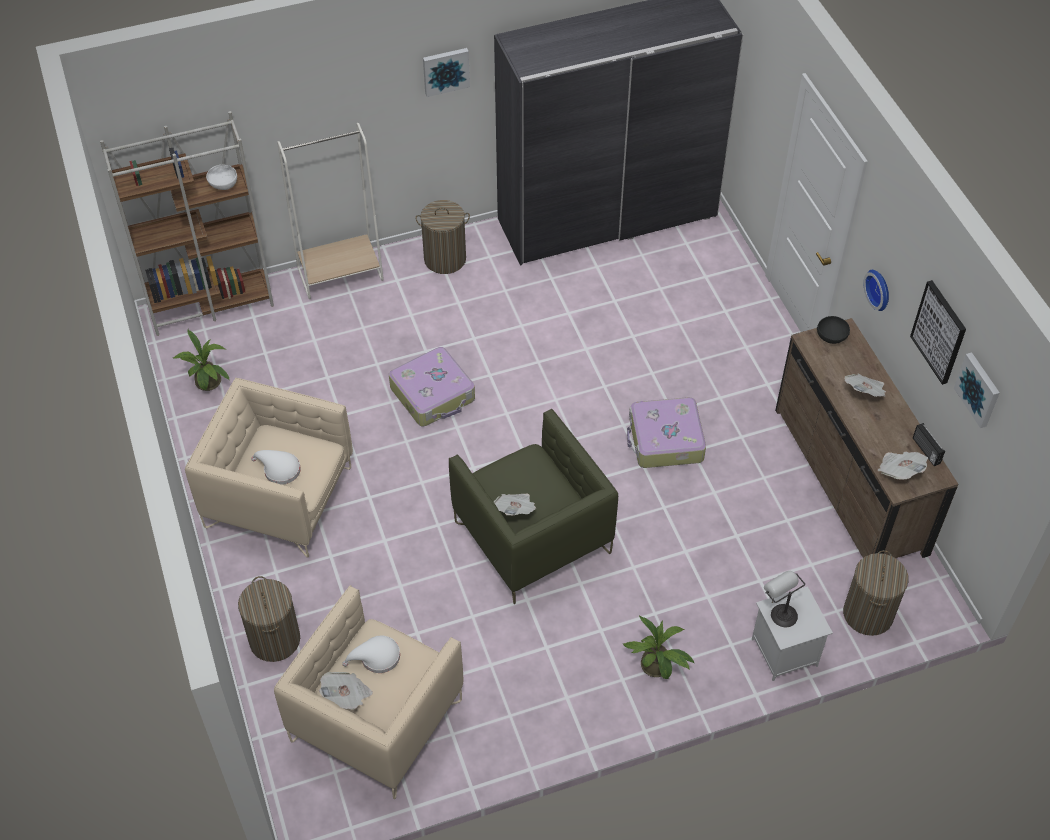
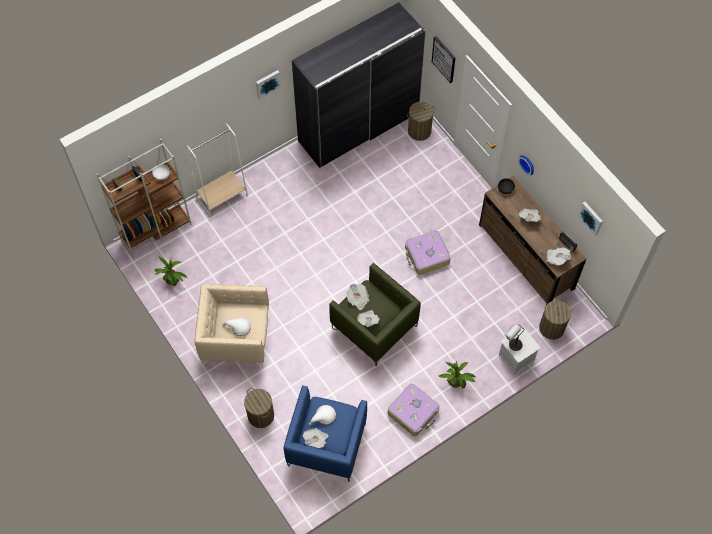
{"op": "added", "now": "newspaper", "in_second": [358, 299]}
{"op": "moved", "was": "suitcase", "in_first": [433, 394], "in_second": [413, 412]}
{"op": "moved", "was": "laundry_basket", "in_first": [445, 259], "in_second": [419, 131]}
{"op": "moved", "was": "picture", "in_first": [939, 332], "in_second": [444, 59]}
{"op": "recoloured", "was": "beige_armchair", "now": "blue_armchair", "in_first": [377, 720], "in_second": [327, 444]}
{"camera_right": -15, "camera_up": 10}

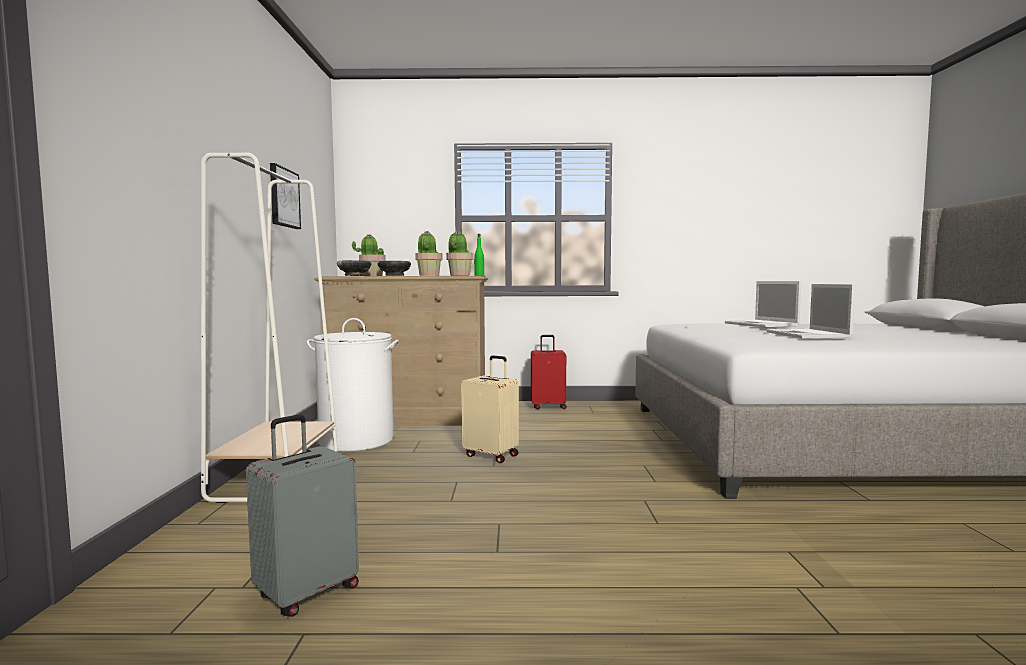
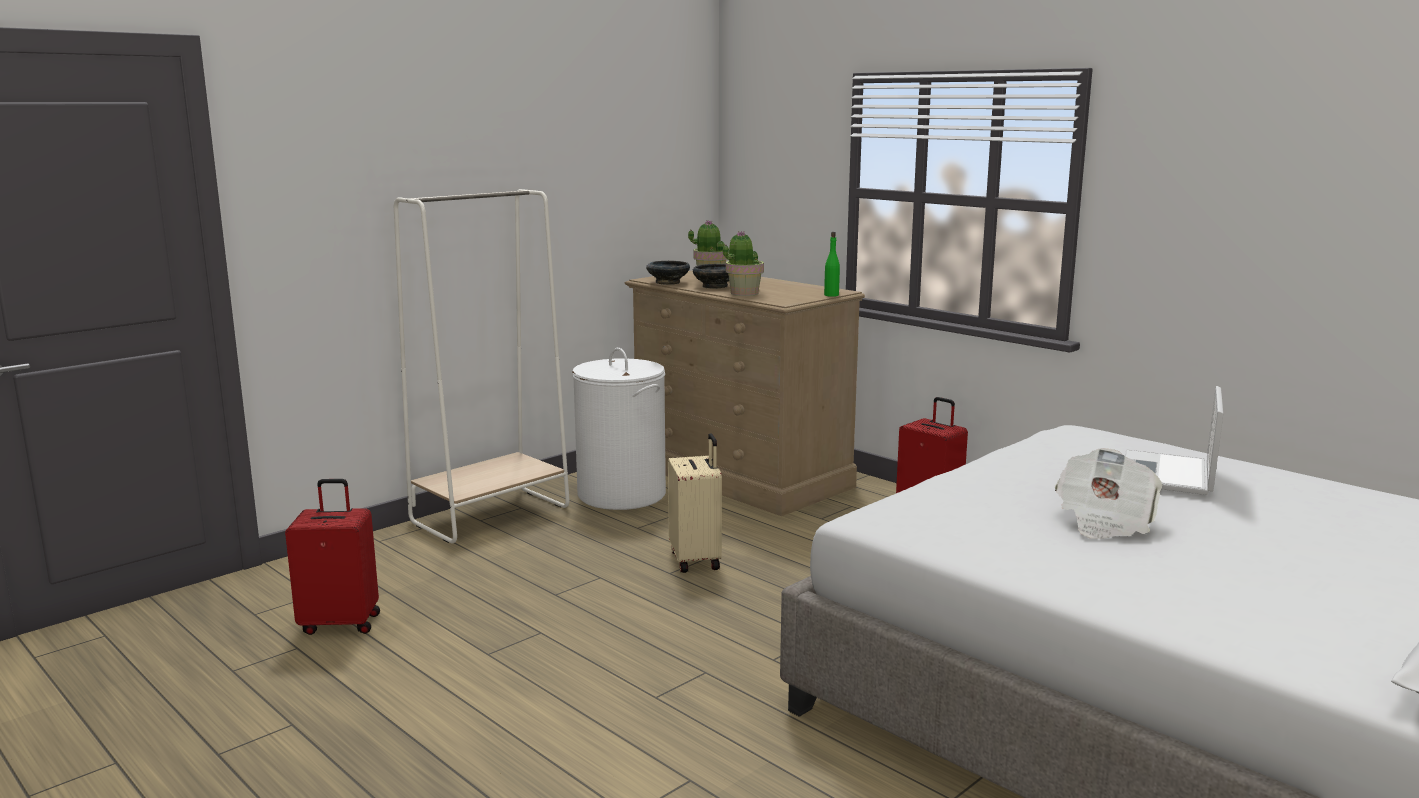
{"op": "removed", "was": "picture", "in_first": [283, 198]}
{"op": "removed", "was": "potted_plant", "in_first": [459, 275]}
{"op": "replaced", "was": "laptop", "now": "newspaper", "in_first": [808, 335], "in_second": [1104, 521]}
{"op": "recoloured", "was": "grey_suitcase", "now": "red_suitcase", "in_first": [307, 592], "in_second": [341, 623]}
{"camera_right": 45, "camera_up": 10}

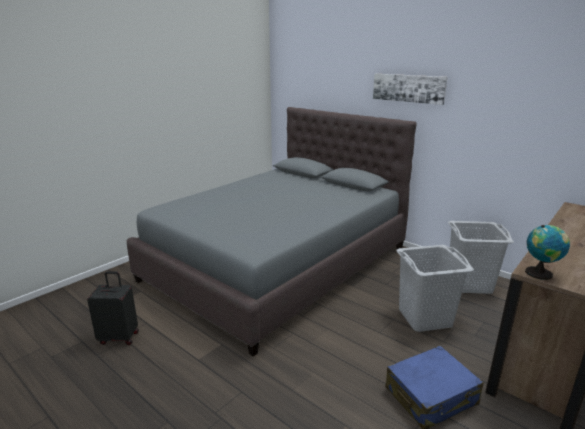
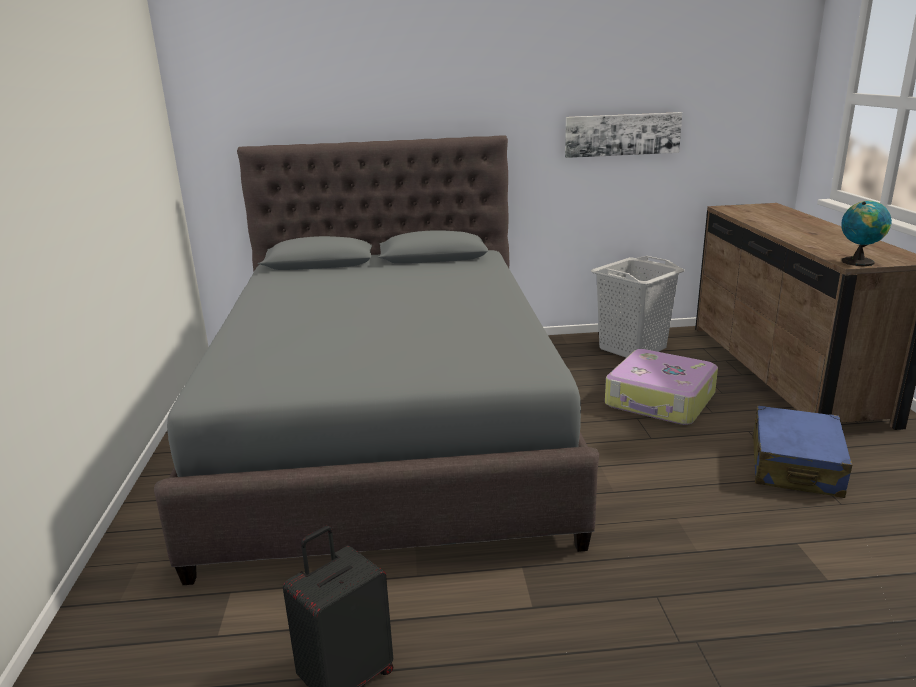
{"op": "moved", "was": "picture", "in_first": [408, 88], "in_second": [622, 134]}
{"op": "replaced", "was": "grey_laundry_basket", "now": "suitcase", "in_first": [425, 318], "in_second": [660, 400]}
{"camera_right": -45, "camera_up": 0}

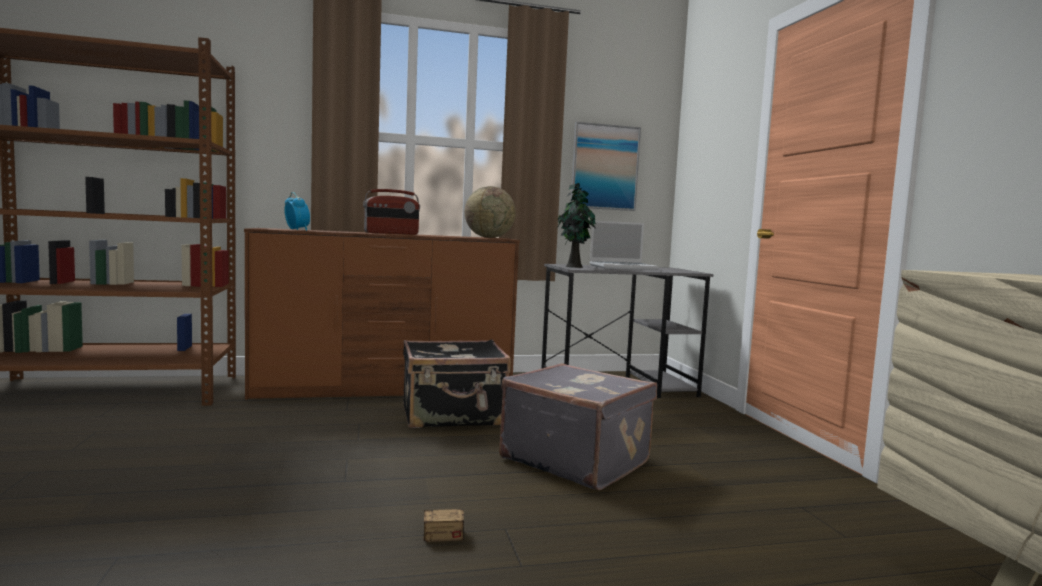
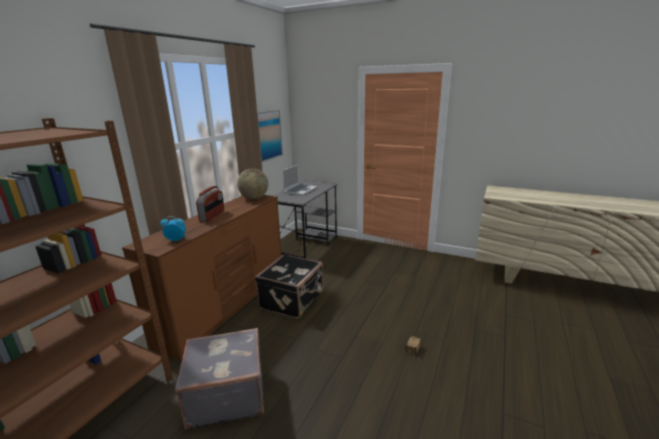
{"op": "removed", "was": "potted_plant", "in_first": [573, 266]}
{"op": "moved", "was": "grey_suitcase", "in_first": [576, 460], "in_second": [226, 394]}
{"camera_right": -50, "camera_up": 15}

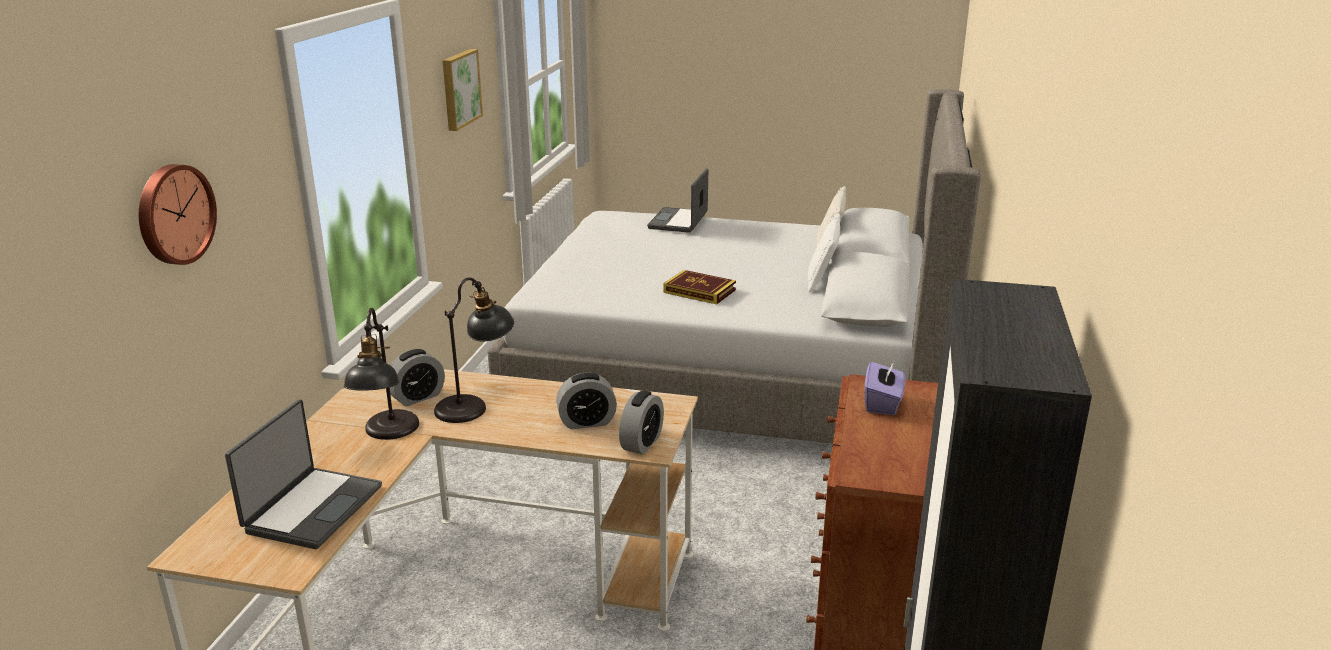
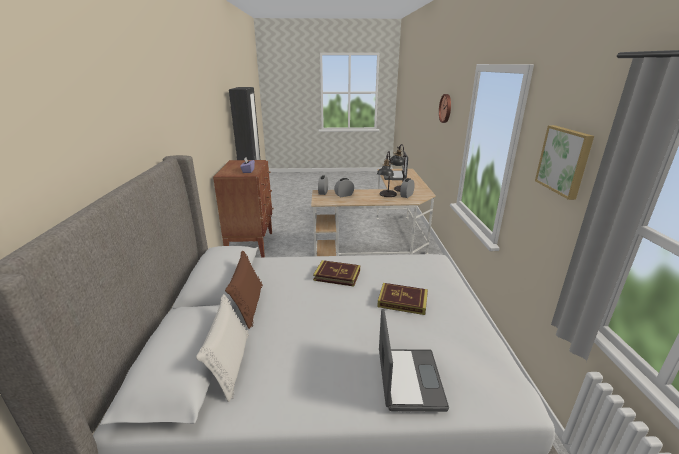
{"op": "added", "now": "book", "in_second": [402, 301]}
{"op": "recoloured", "was": "white_pillow", "now": "brown_pillow", "in_first": [822, 277], "in_second": [248, 305]}
{"camera_right": 165, "camera_up": 0}

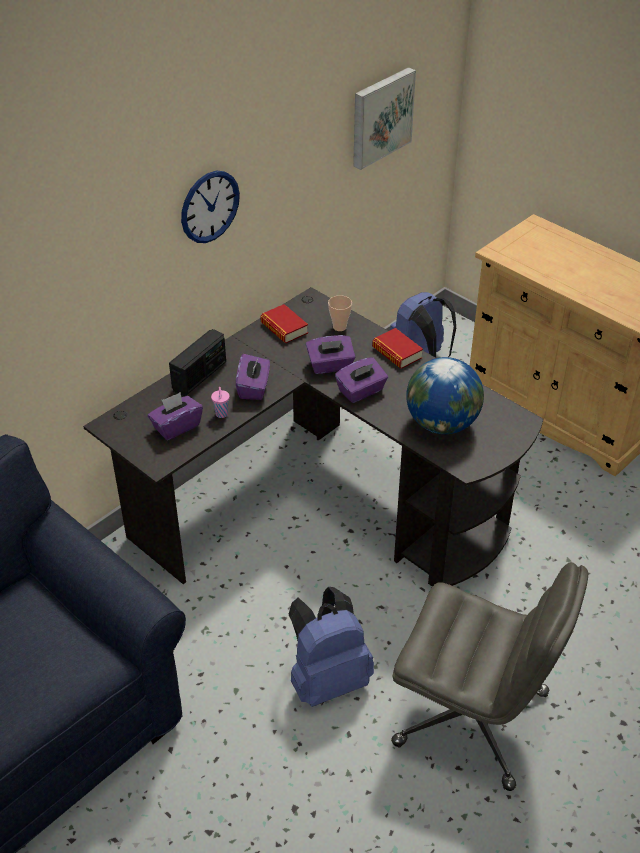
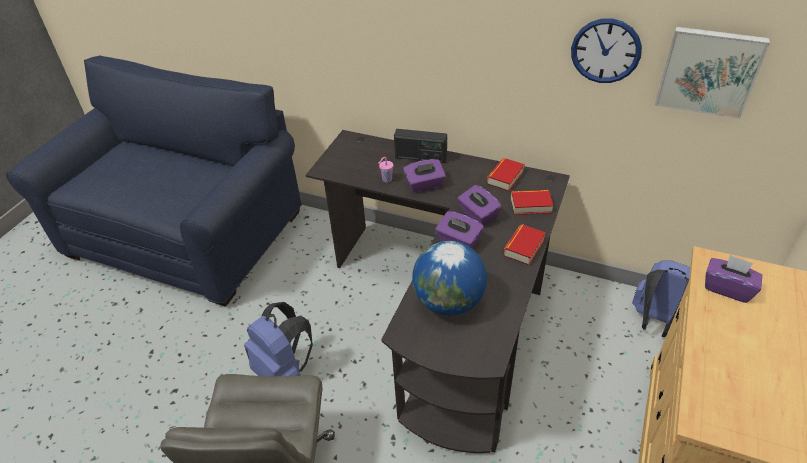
{"op": "moved", "was": "purple_tissue_box", "in_first": [176, 426], "in_second": [727, 288]}
{"op": "moved", "was": "wall_clock", "in_first": [209, 206], "in_second": [605, 51]}
{"op": "replaced", "was": "cup", "now": "book", "in_first": [339, 327], "in_second": [530, 205]}
{"camera_right": 70, "camera_up": 0}

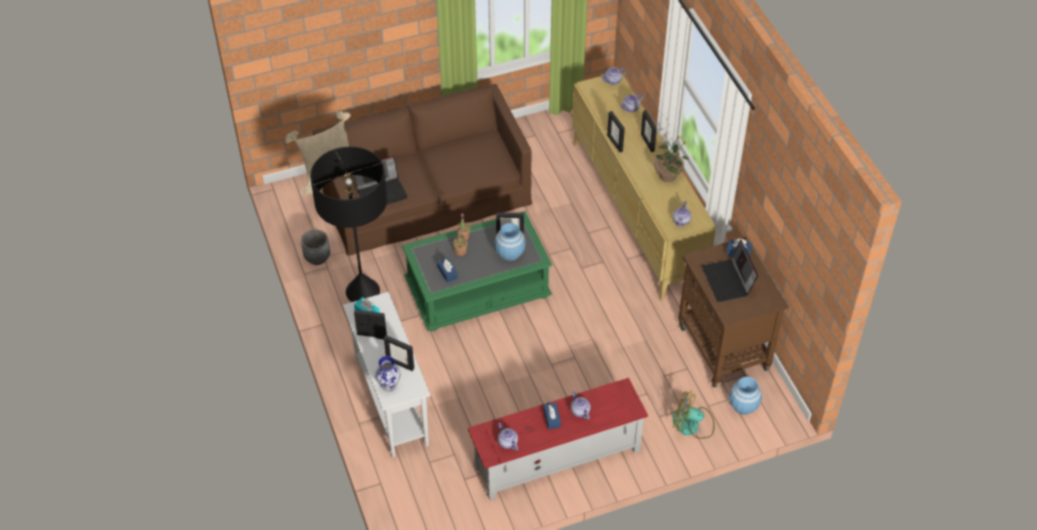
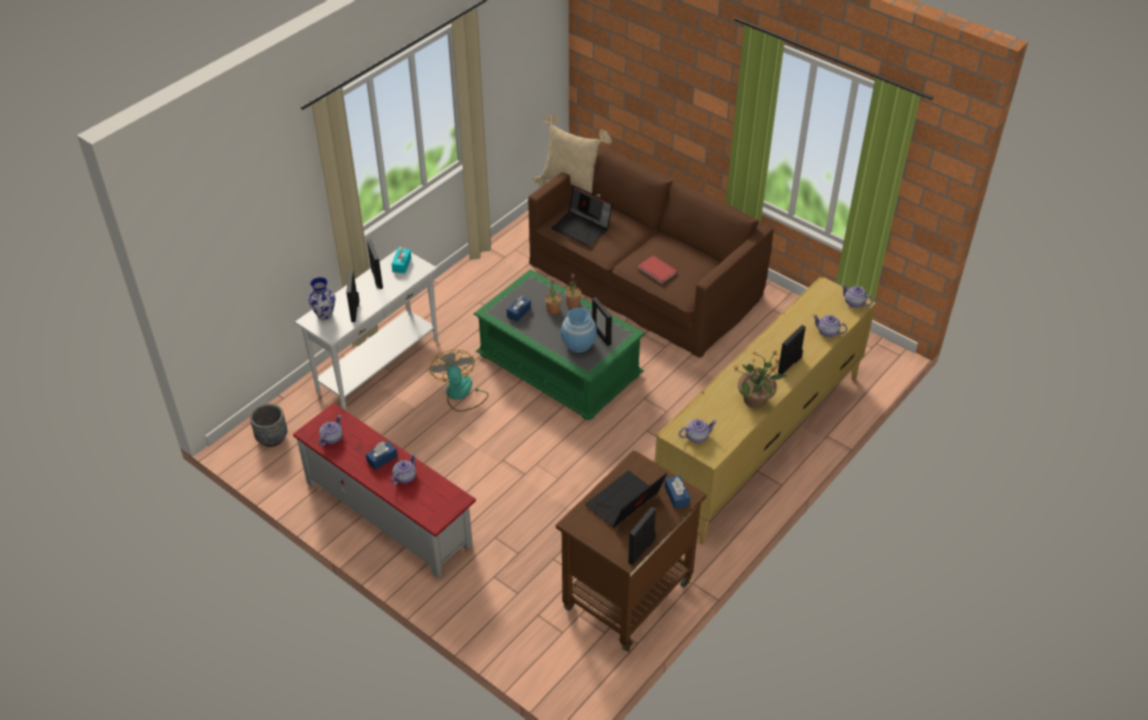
{"op": "removed", "was": "black_floor_lamp", "in_first": [363, 294]}
{"op": "removed", "was": "blue_vase", "in_first": [743, 405]}
{"op": "added", "now": "red_book", "in_second": [656, 271]}
{"op": "moved", "was": "grey_planter", "in_first": [317, 258], "in_second": [272, 438]}
{"op": "moved", "was": "picture_frame", "in_first": [615, 143], "in_second": [641, 551]}
{"op": "moved", "was": "fan", "in_first": [692, 425], "in_second": [461, 394]}
{"camera_right": 60, "camera_up": -5}

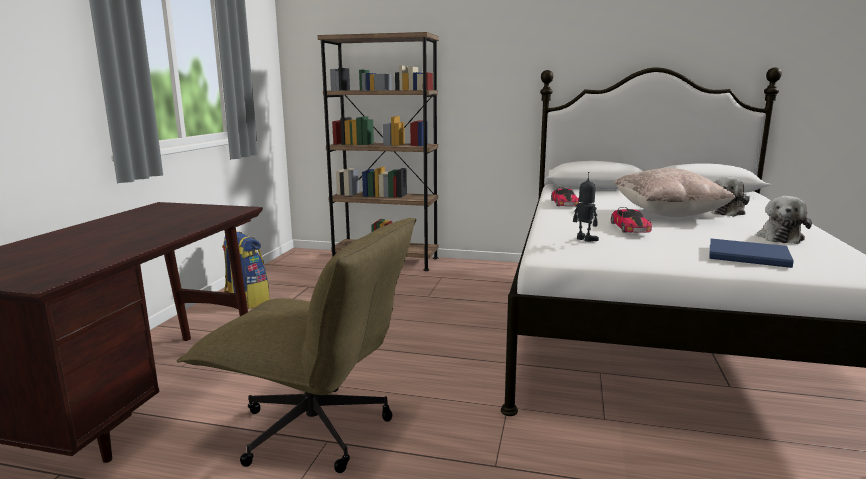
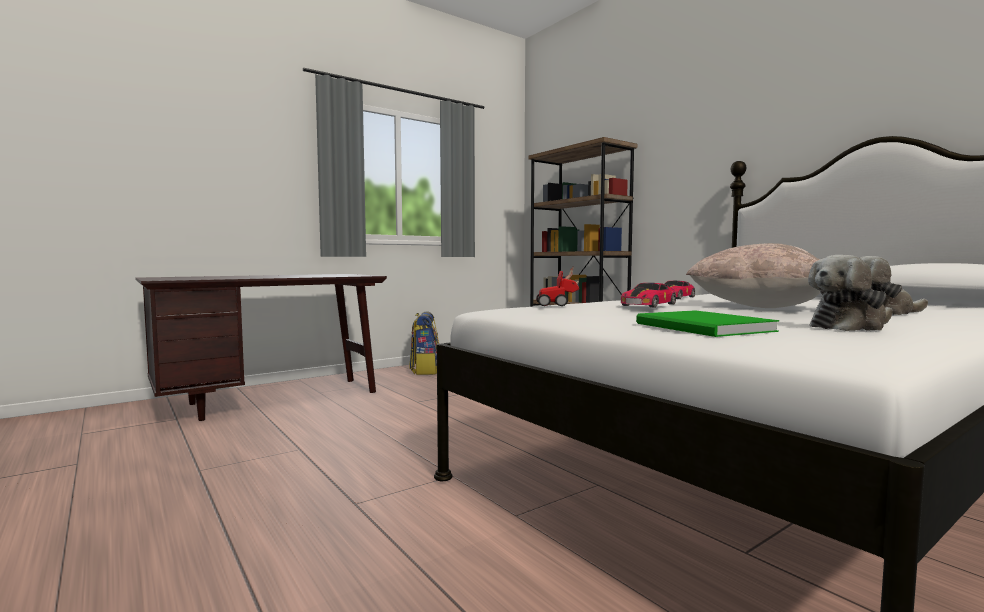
{"op": "removed", "was": "beige_office_chair", "in_first": [311, 429]}
{"op": "replaced", "was": "toy_robot", "now": "toy_car", "in_first": [584, 239], "in_second": [557, 305]}
{"op": "recoloured", "was": "blue_book", "now": "green_book", "in_first": [750, 256], "in_second": [703, 328]}
{"camera_right": 40, "camera_up": -10}

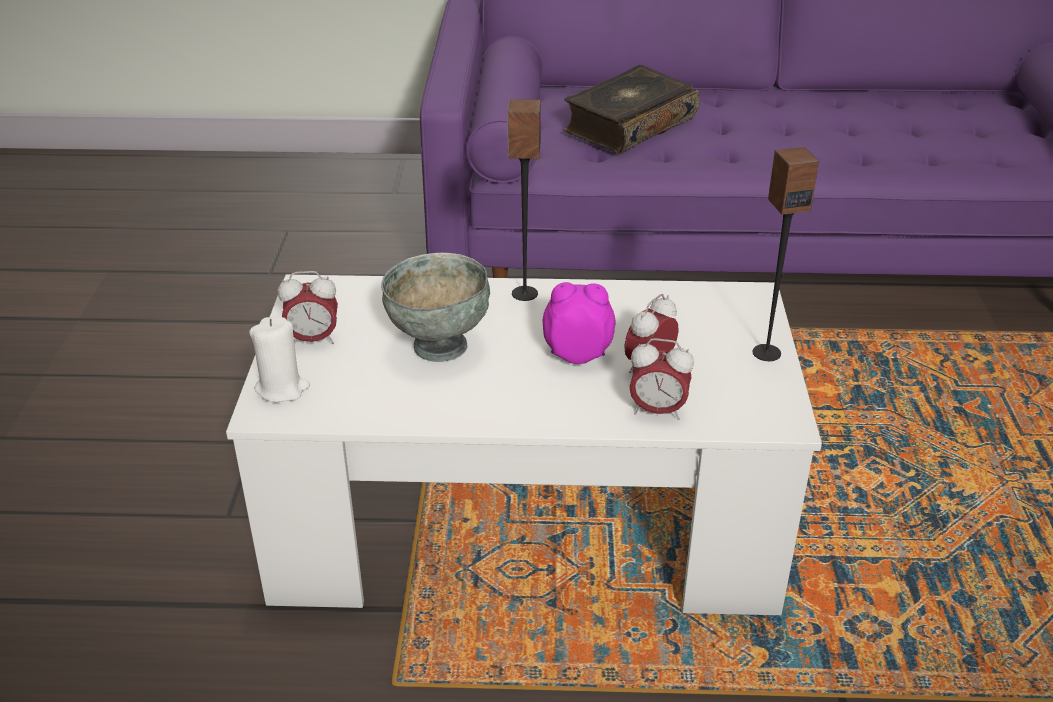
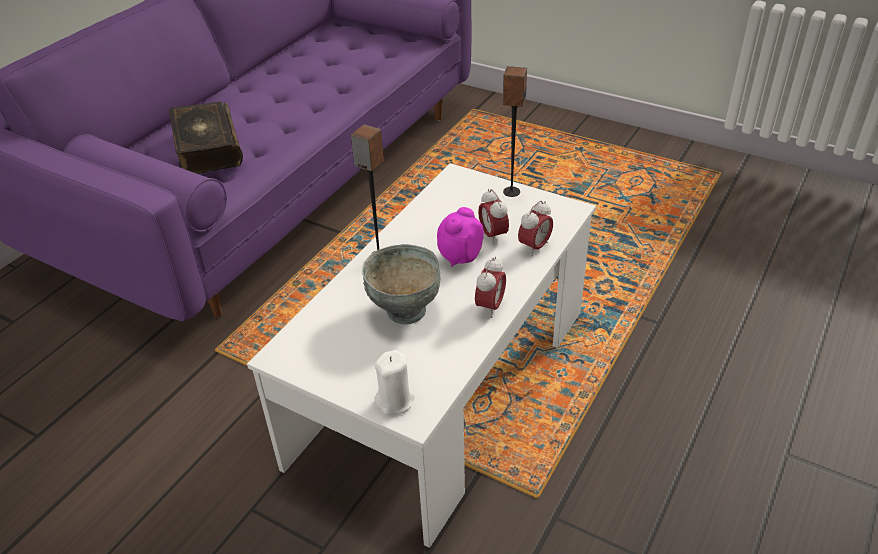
{"op": "moved", "was": "alarm_clock", "in_first": [313, 340], "in_second": [490, 307]}
{"camera_right": -60, "camera_up": 5}

